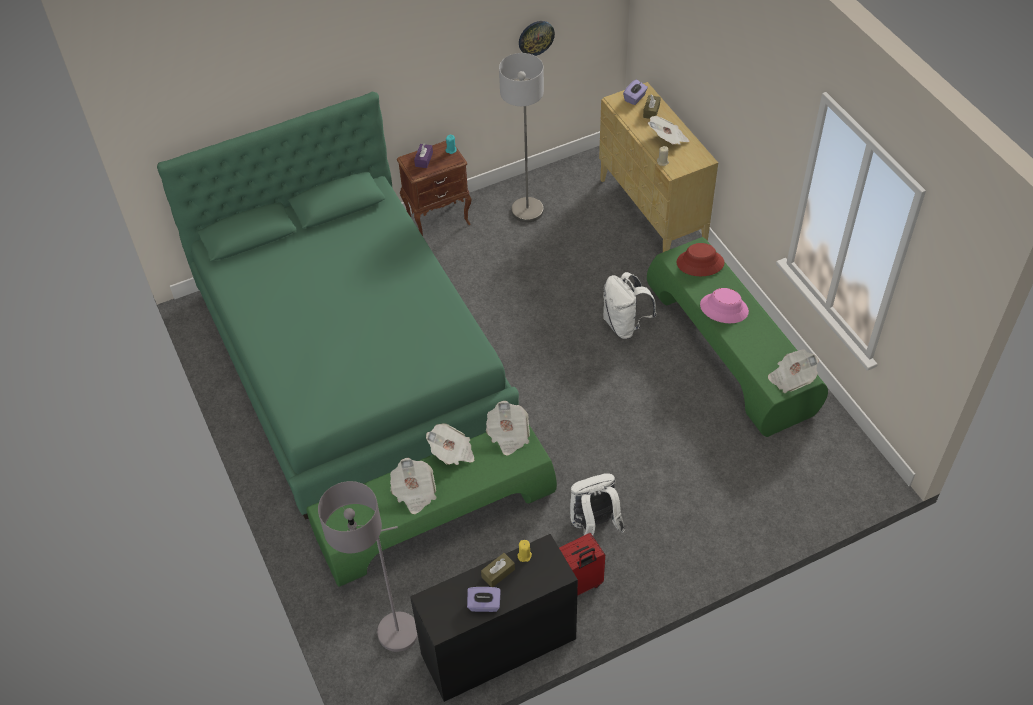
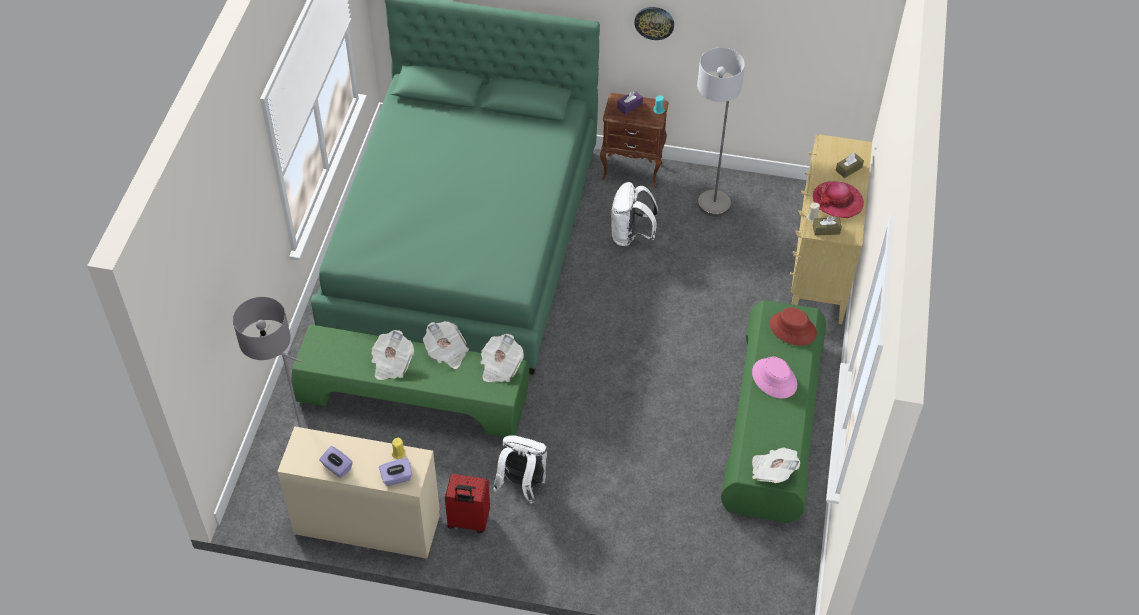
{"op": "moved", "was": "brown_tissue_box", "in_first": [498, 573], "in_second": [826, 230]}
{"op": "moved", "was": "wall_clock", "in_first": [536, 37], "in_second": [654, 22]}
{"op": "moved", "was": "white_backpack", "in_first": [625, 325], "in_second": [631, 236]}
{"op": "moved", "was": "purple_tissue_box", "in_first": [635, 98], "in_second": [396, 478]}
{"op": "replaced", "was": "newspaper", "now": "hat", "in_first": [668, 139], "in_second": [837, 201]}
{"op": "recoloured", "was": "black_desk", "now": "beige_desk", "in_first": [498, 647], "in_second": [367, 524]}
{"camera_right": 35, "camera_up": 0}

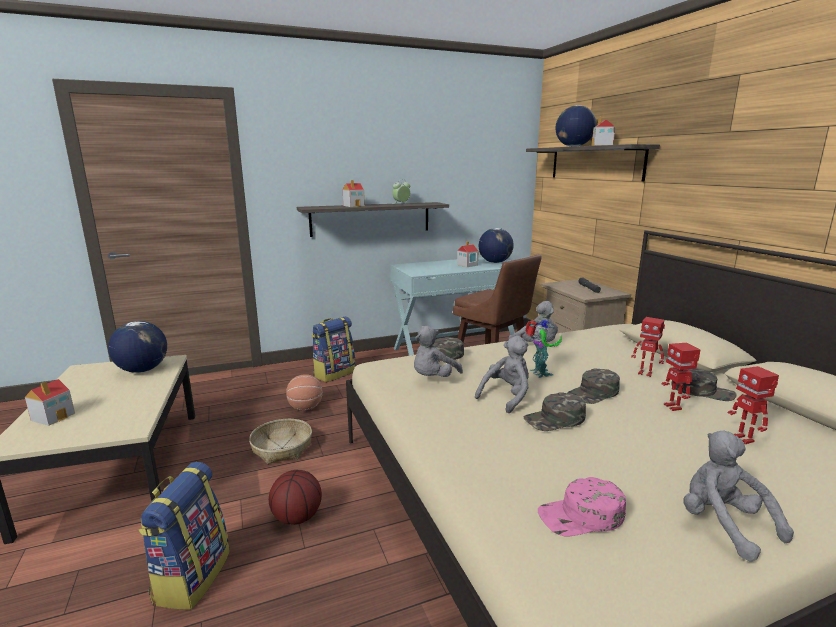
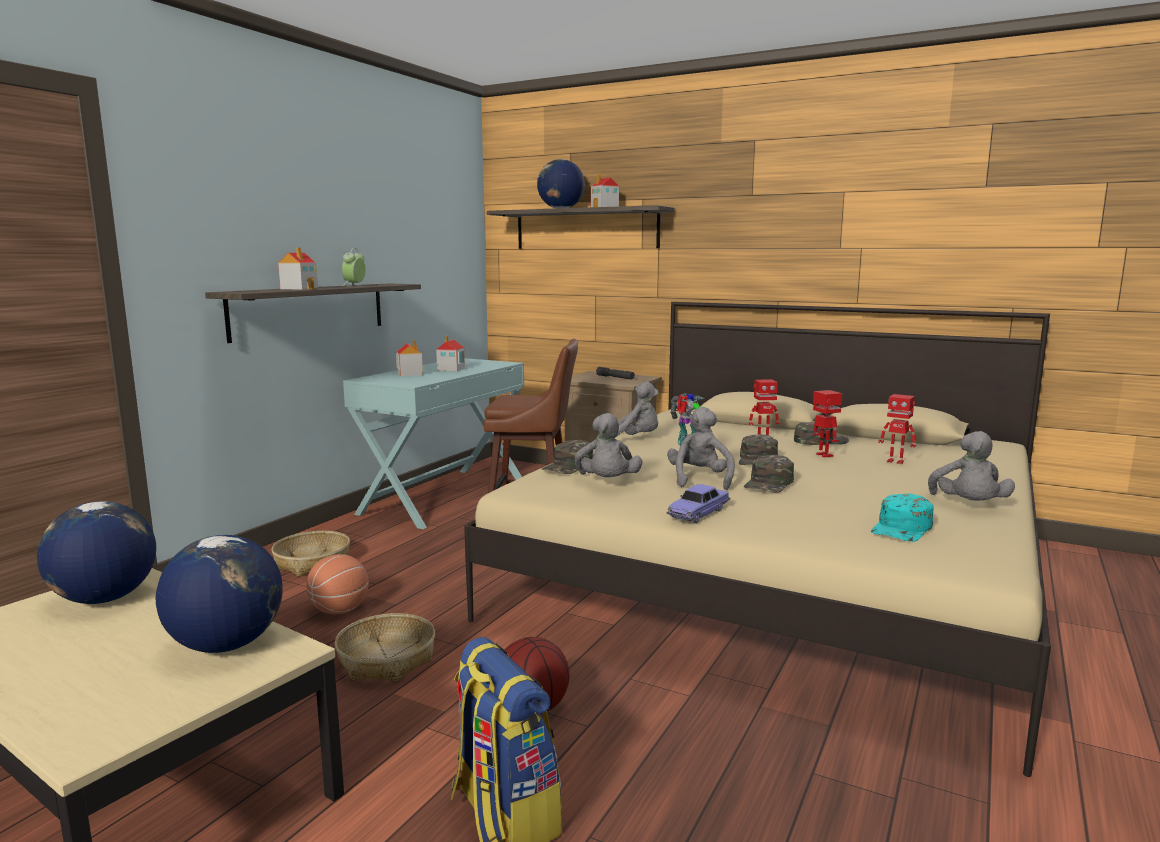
{"op": "added", "now": "toy_car", "in_second": [698, 513]}
{"op": "moved", "was": "toy_house", "in_first": [53, 416], "in_second": [410, 374]}
{"op": "moved", "was": "globe", "in_first": [495, 262], "in_second": [226, 645]}
{"op": "replaced", "was": "backpack", "now": "basket", "in_first": [334, 373], "in_second": [312, 562]}
{"op": "recoloured", "was": "pink_cap", "now": "turquoise_cap", "in_first": [581, 516], "in_second": [902, 528]}
{"op": "turned", "was": "toy_robot", "in_first": [673, 407], "in_second": [823, 455], "clockwise": -150}
{"op": "turned", "was": "grey_plush_toy", "in_first": [723, 524], "in_second": [968, 506], "clockwise": -105}
{"camera_right": -40, "camera_up": -5}

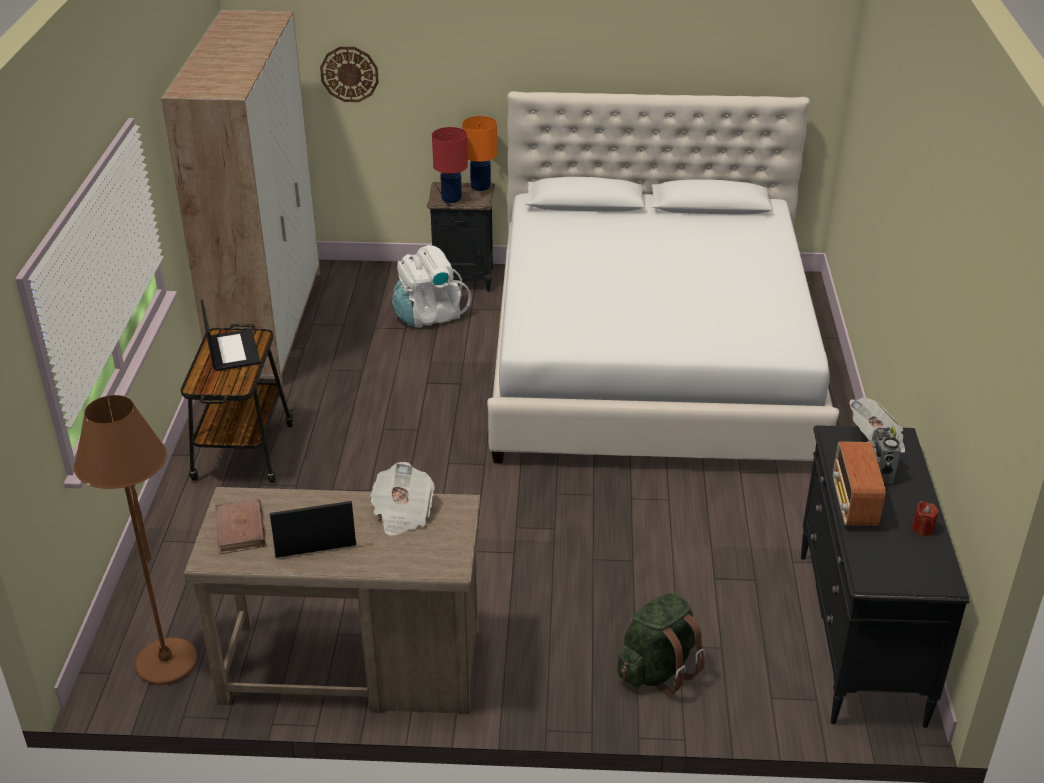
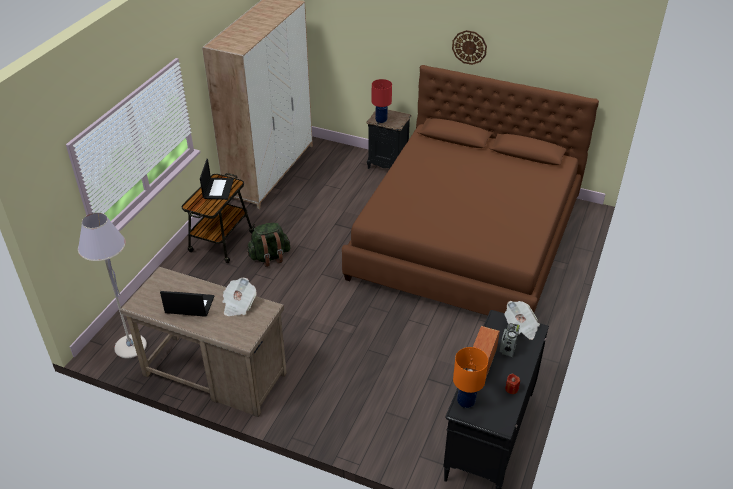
{"op": "removed", "was": "brown_book", "in_first": [240, 529]}
{"op": "removed", "was": "white_backpack", "in_first": [429, 315]}
{"op": "moved", "was": "wall_clock", "in_first": [349, 74], "in_second": [469, 47]}
{"op": "moved", "was": "orange_table_lamp", "in_first": [481, 188], "in_second": [466, 402]}
{"op": "moved", "was": "green_backpack", "in_first": [657, 670], "in_second": [270, 257]}
{"op": "recoloured", "was": "brown_floor_lamp", "now": "grey_floor_lamp", "in_first": [166, 662], "in_second": [130, 346]}
{"op": "recoloured", "was": "white_bed", "now": "brown_bed", "in_first": [651, 359], "in_second": [466, 238]}
{"camera_right": 20, "camera_up": 5}

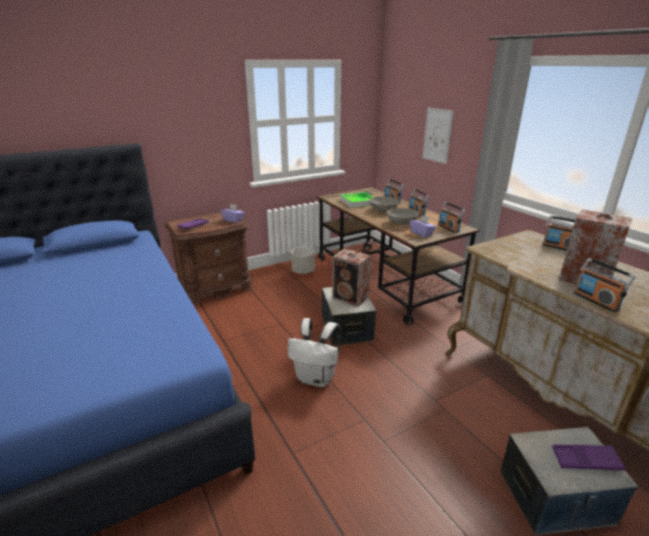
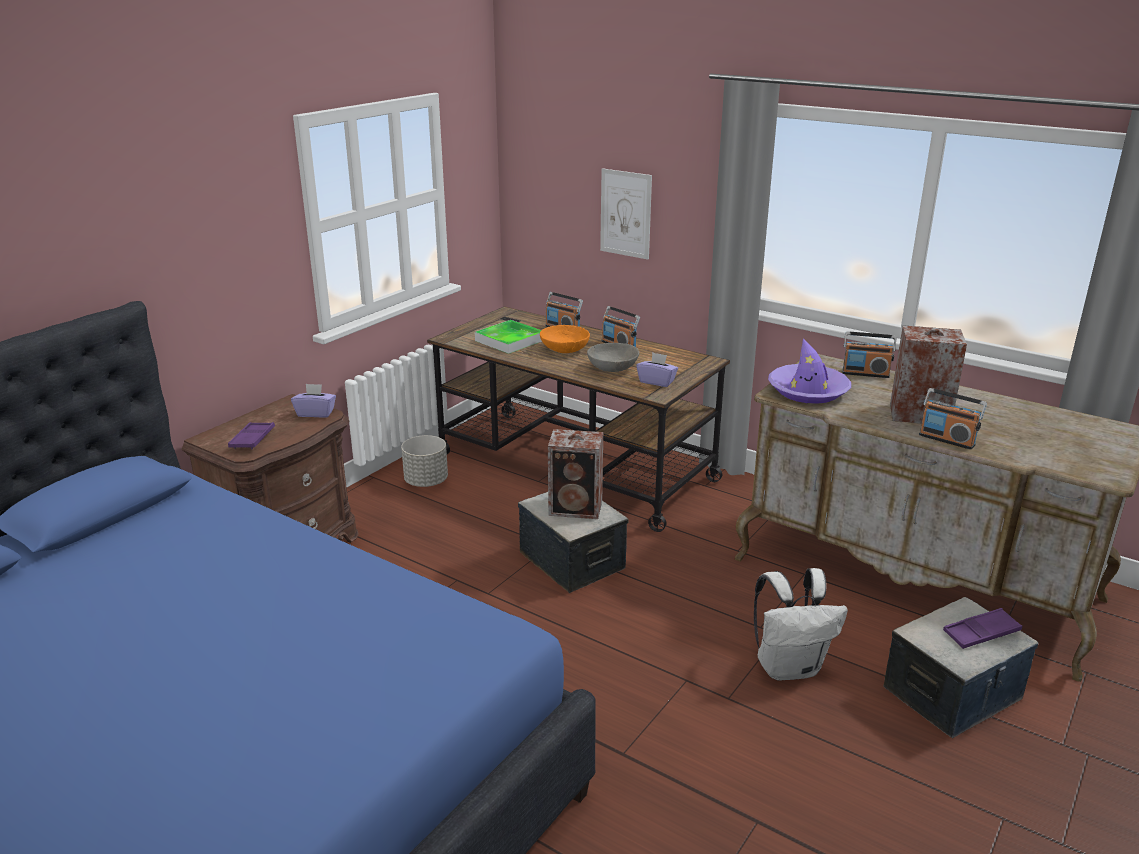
{"op": "removed", "was": "radio", "in_first": [449, 228]}
{"op": "added", "now": "purple_hat", "in_second": [808, 391]}
{"op": "moved", "was": "white_backpack", "in_first": [316, 378], "in_second": [789, 667]}
{"op": "recoloured", "was": "grey_bowl", "now": "orange_bowl", "in_first": [383, 210], "in_second": [564, 349]}
{"camera_right": -25, "camera_up": 0}

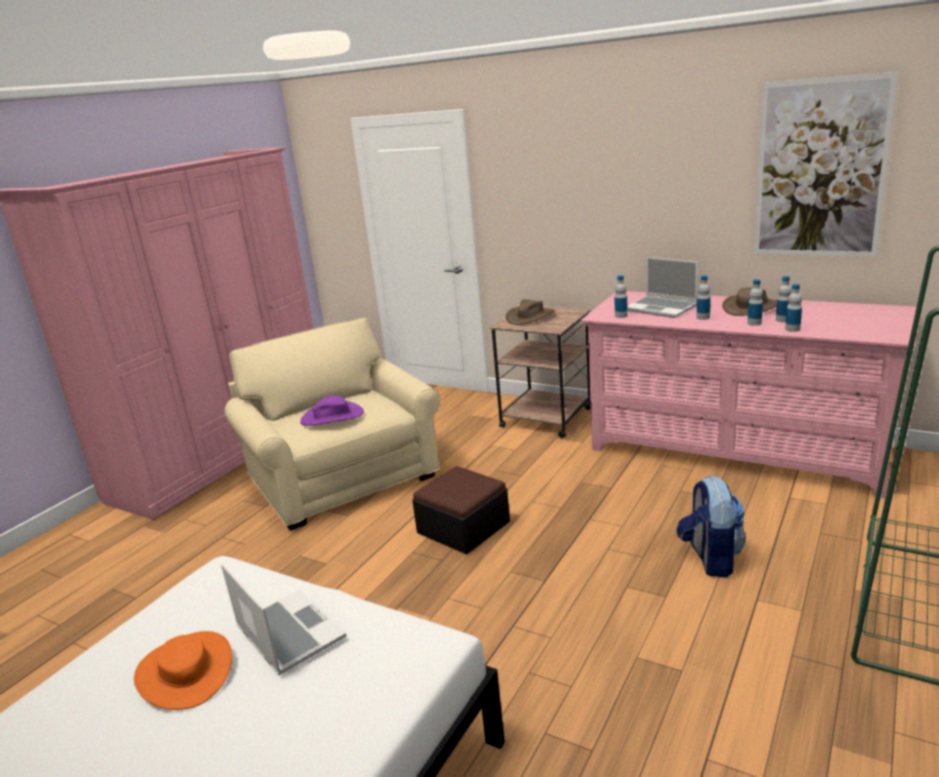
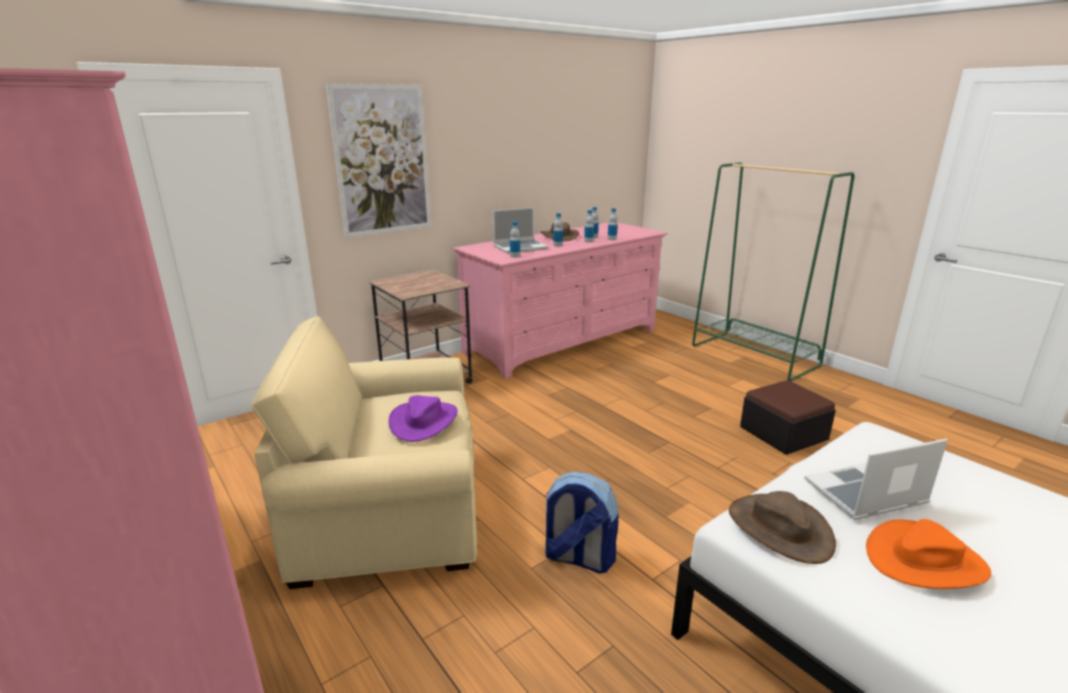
{"op": "moved", "was": "ottoman", "in_first": [463, 527], "in_second": [783, 433]}
{"op": "moved", "was": "brown_hat", "in_first": [530, 317], "in_second": [779, 528]}
{"op": "moved", "was": "backpack", "in_first": [710, 558], "in_second": [578, 558]}
{"op": "moved", "was": "picture", "in_first": [820, 170], "in_second": [382, 161]}
{"camera_right": -70, "camera_up": 0}

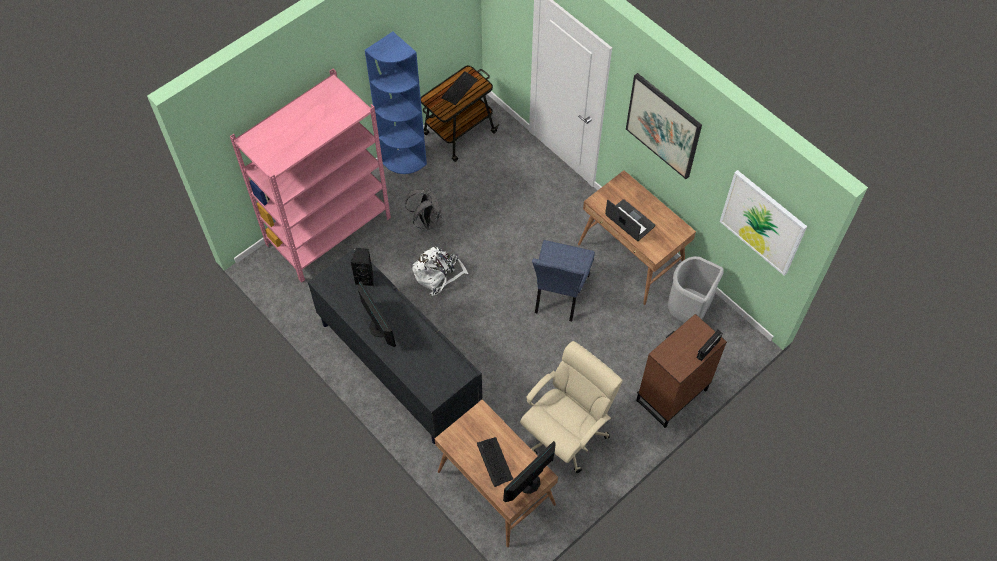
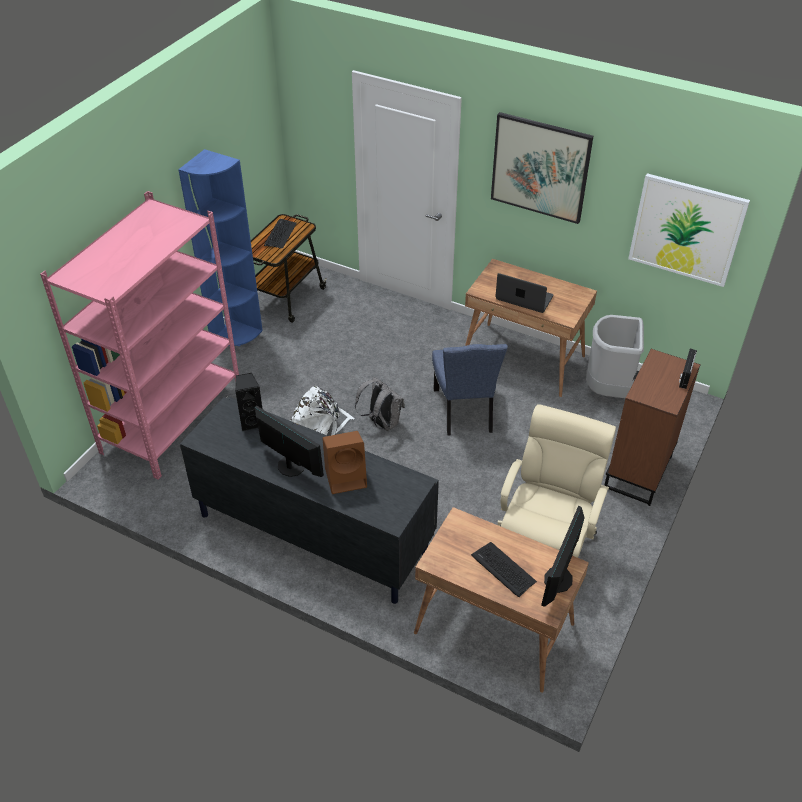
{"op": "added", "now": "brown_speaker", "in_second": [347, 477]}
{"op": "moved", "was": "grey_backpack", "in_first": [427, 221], "in_second": [381, 423]}
{"camera_right": -20, "camera_up": -15}

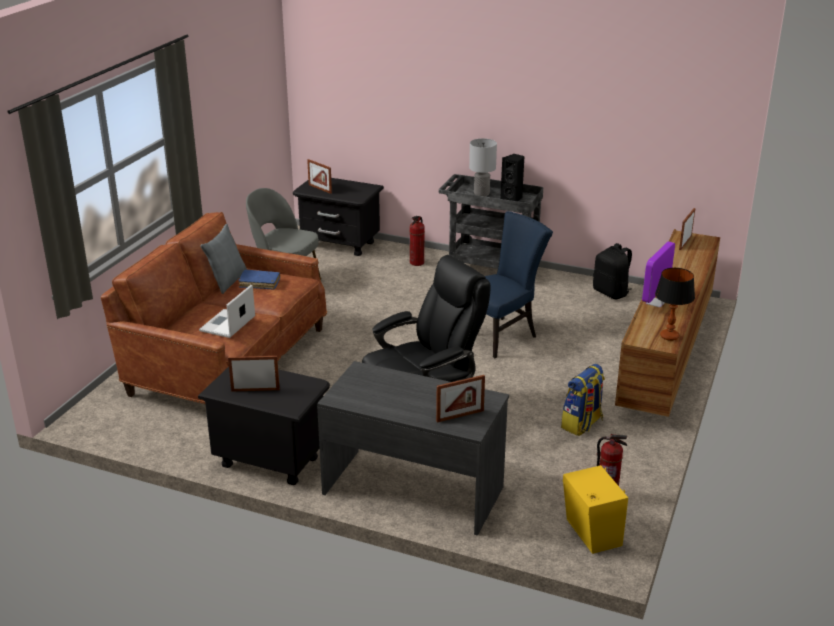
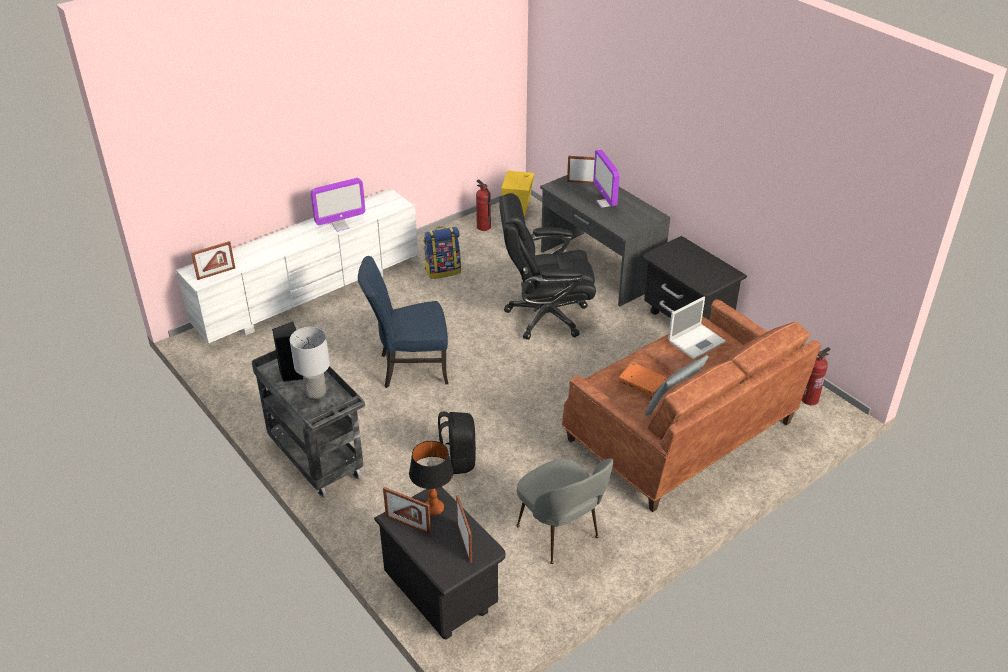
{"op": "added", "now": "monitor", "in_second": [605, 203]}
{"op": "moved", "was": "picture_frame", "in_first": [255, 390], "in_second": [408, 525]}
{"op": "moved", "was": "fire_extinguisher", "in_first": [417, 263], "in_second": [809, 399]}
{"op": "moved", "was": "black_backpack", "in_first": [611, 292], "in_second": [457, 460]}
{"op": "moved", "was": "table_lamp", "in_first": [669, 337], "in_second": [433, 509]}
{"op": "recoloured", "was": "blue_book", "now": "orange_book", "in_first": [259, 283], "in_second": [642, 384]}
{"op": "recoloured", "was": "brown_cabinet", "now": "white_cabinet", "in_first": [666, 357], "in_second": [309, 297]}
{"camera_right": -150, "camera_up": 10}

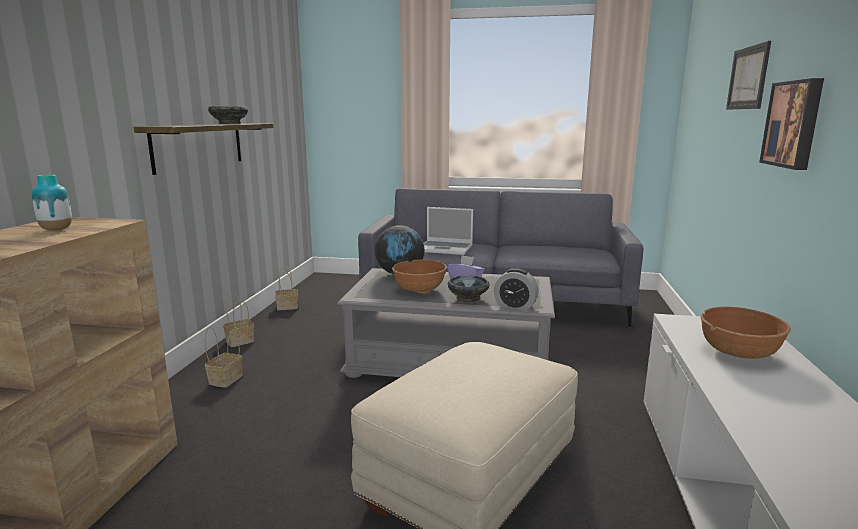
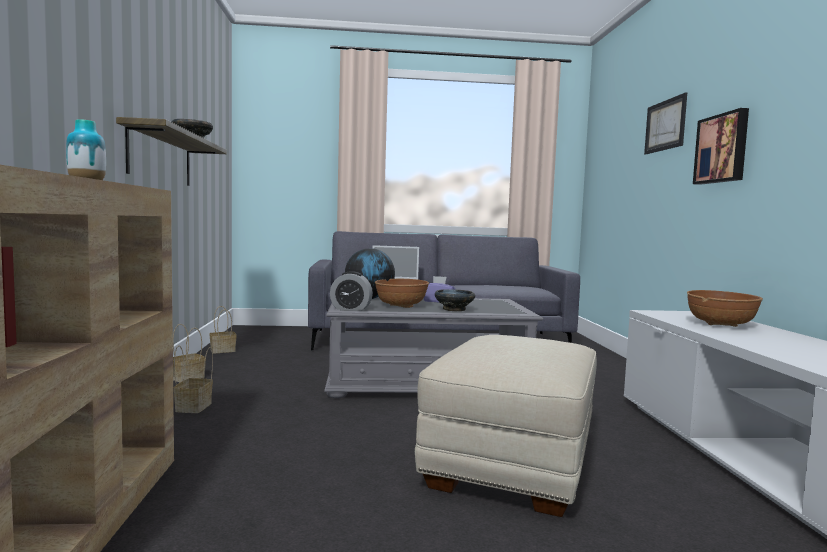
{"op": "moved", "was": "alarm_clock", "in_first": [515, 306], "in_second": [351, 309]}
{"camera_right": -15, "camera_up": -10}

